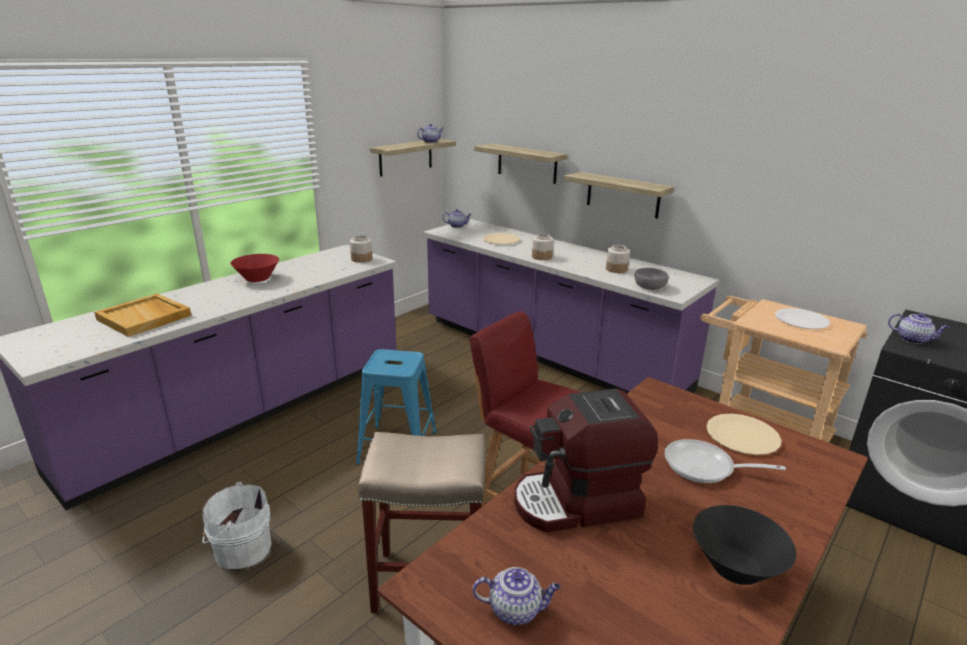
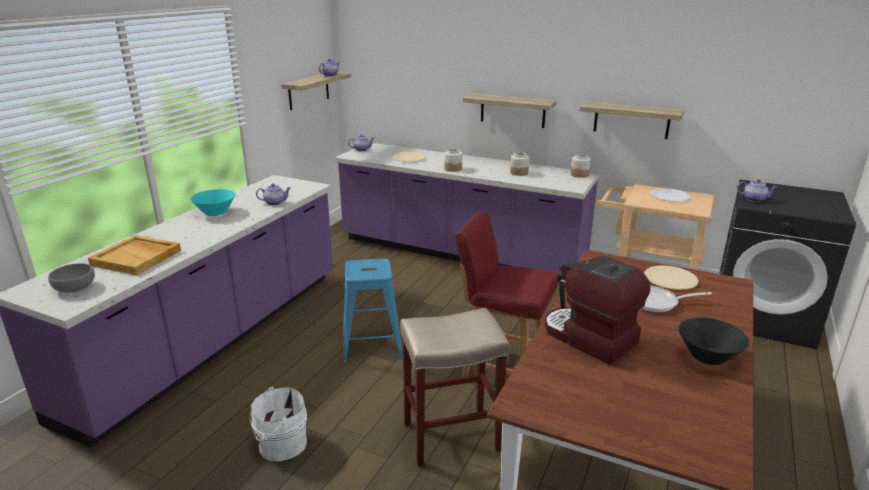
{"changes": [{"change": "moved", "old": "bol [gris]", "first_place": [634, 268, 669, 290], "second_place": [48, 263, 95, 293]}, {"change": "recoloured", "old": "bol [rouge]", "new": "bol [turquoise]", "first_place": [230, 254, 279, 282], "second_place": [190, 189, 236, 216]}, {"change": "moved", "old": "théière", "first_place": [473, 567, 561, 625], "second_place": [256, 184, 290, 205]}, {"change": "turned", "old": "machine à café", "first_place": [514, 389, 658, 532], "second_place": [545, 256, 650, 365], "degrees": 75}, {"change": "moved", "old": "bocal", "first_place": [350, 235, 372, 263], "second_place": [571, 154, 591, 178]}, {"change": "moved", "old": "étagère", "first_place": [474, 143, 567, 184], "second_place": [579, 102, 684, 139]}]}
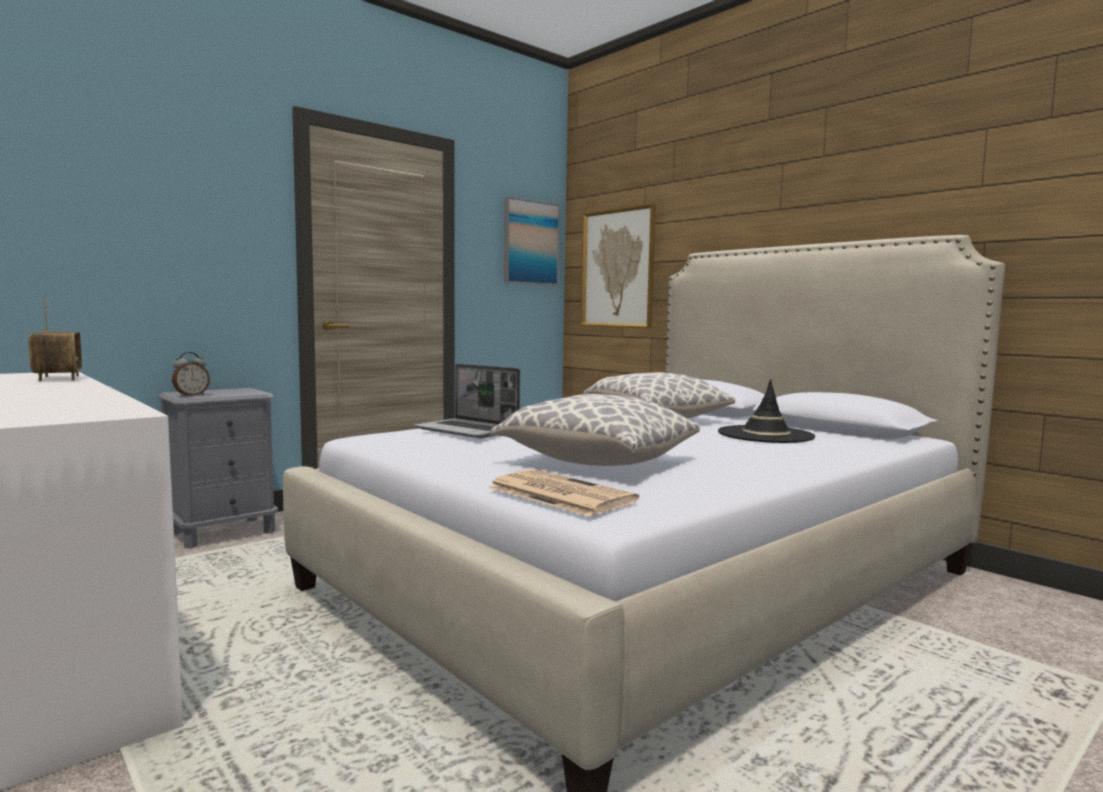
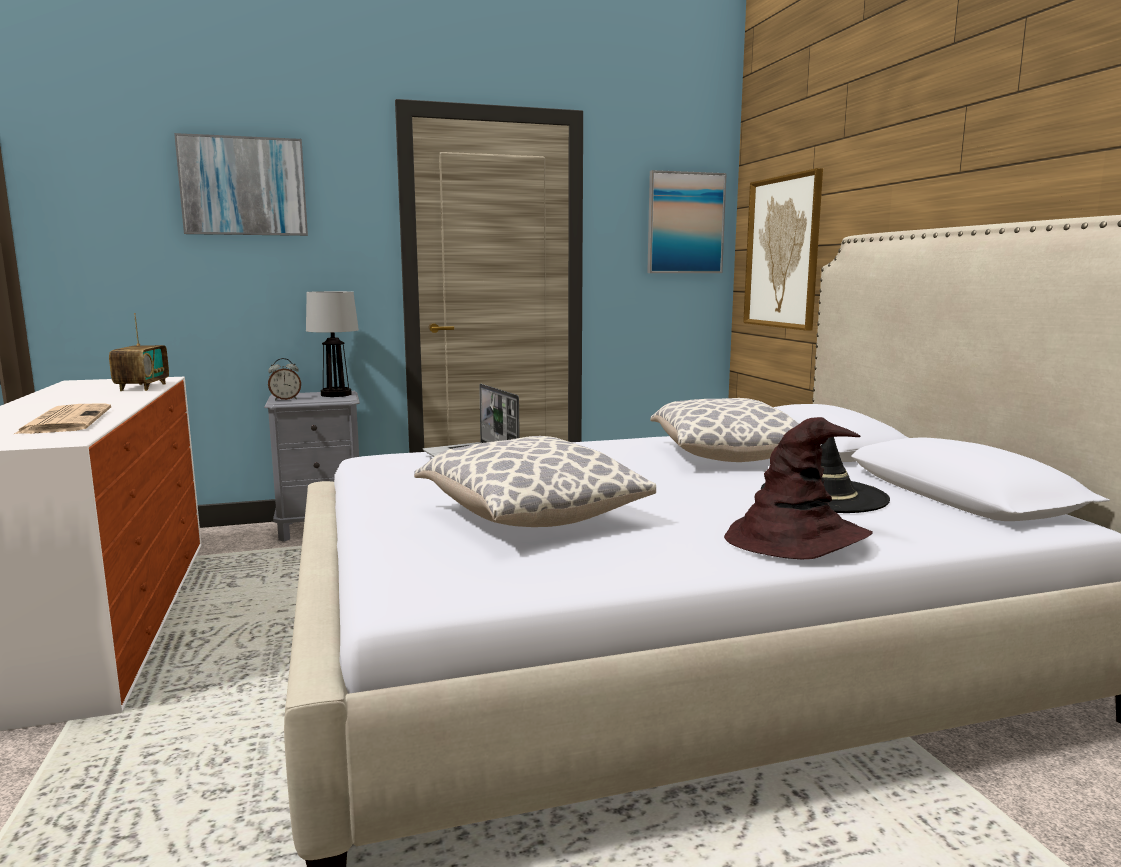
{"changes": [{"change": "moved", "old": "journal", "first_place": [488, 469, 639, 517], "second_place": [14, 403, 111, 434]}, {"change": "added", "new": "tableau", "second_place": [174, 133, 308, 236]}, {"change": "added", "new": "lampe de table", "second_place": [306, 291, 359, 397]}, {"change": "added", "new": "chapeau [marron]", "second_place": [724, 417, 873, 559]}]}
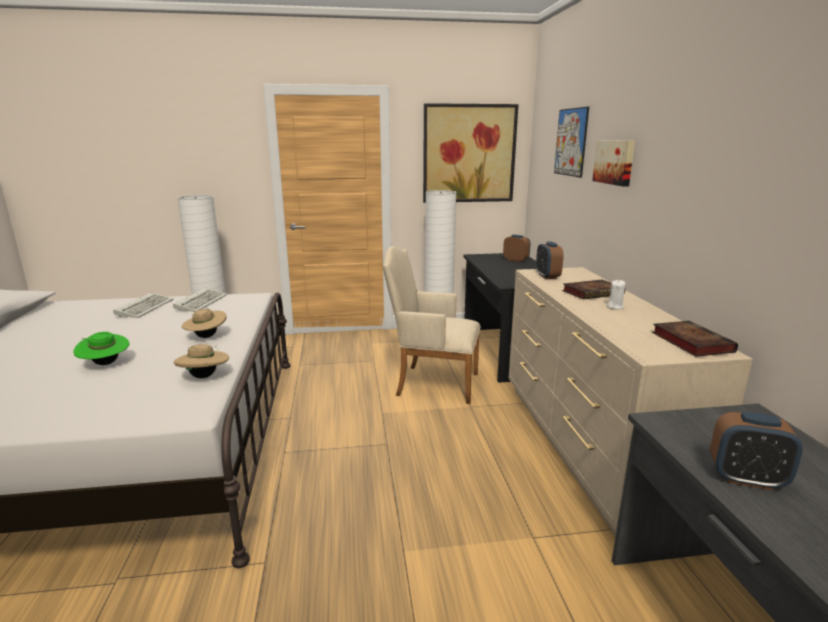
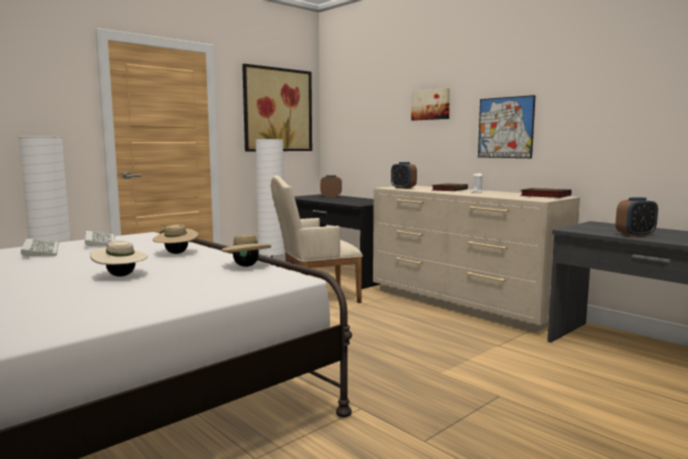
{"changes": [{"change": "recoloured", "old": "chapeau [vert]", "new": "chapeau [beige]", "first_place": [73, 332, 129, 365], "second_place": [90, 241, 148, 277]}, {"change": "moved", "old": "tableau", "first_place": [554, 107, 589, 178], "second_place": [478, 95, 535, 158]}]}
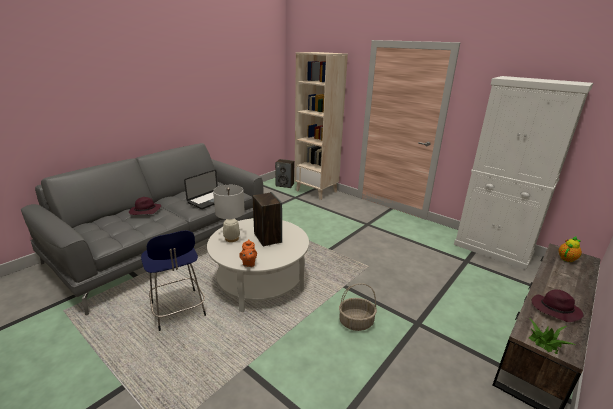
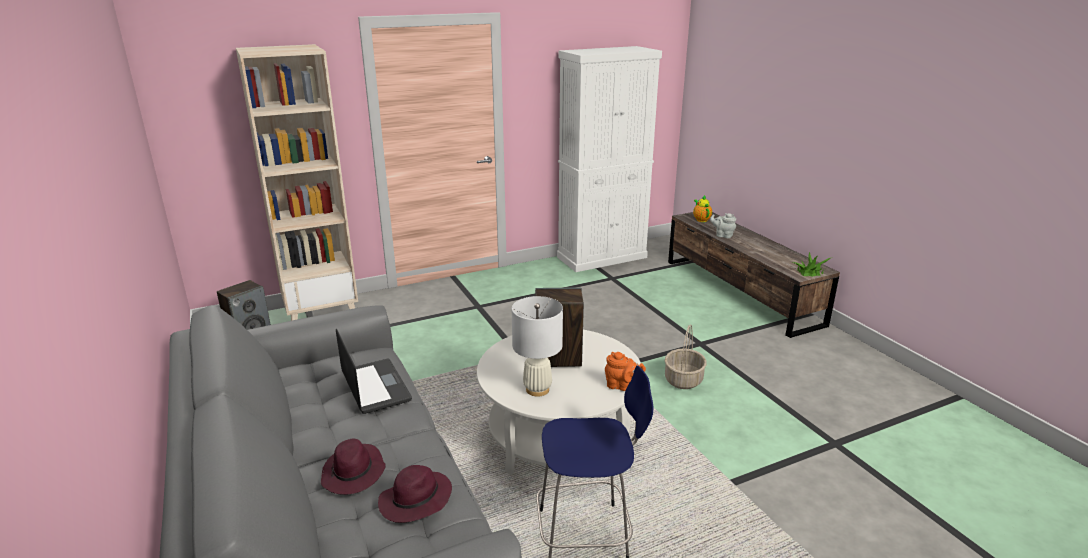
{"changes": [{"change": "moved", "old": "chapeau [violet]", "first_place": [532, 289, 584, 322], "second_place": [378, 465, 452, 523]}, {"change": "added", "new": "théière [gris]", "second_place": [710, 213, 736, 238]}]}
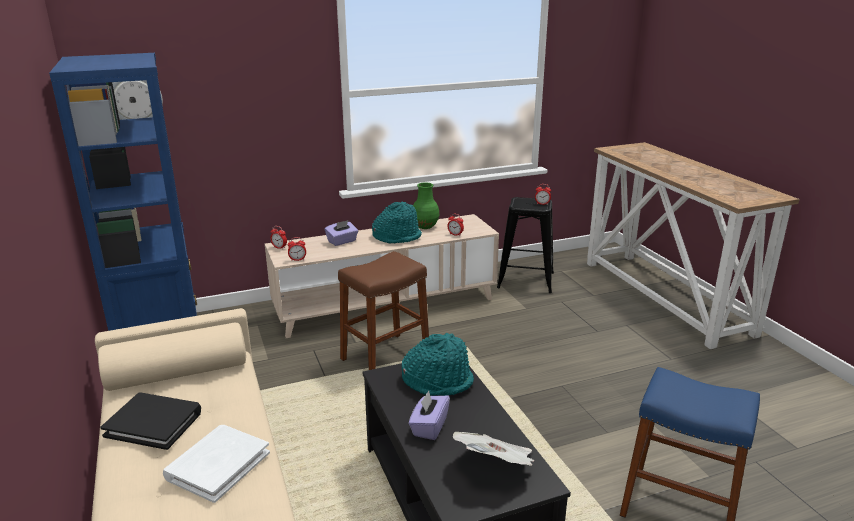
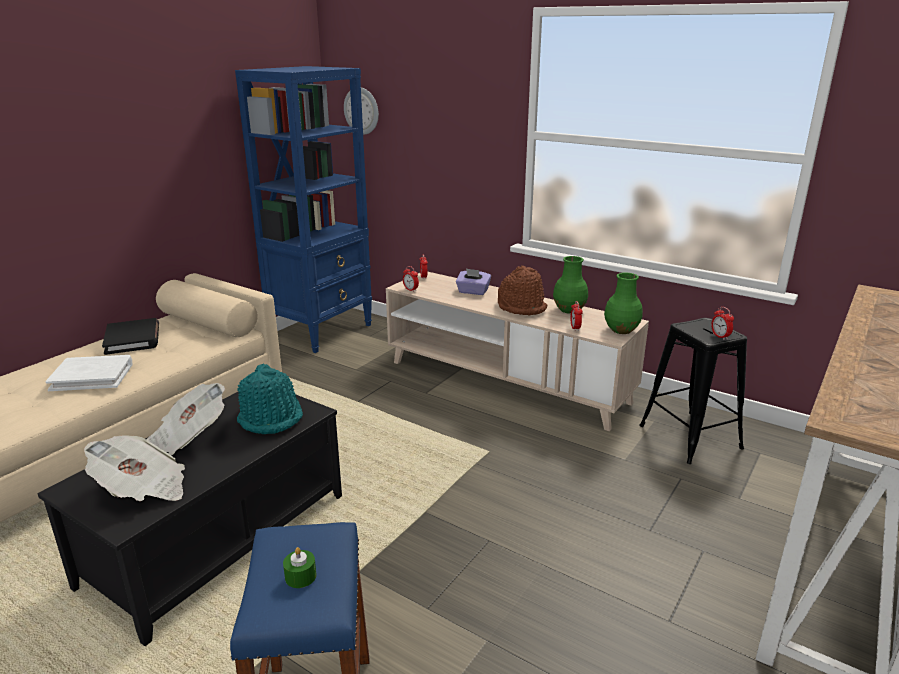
{"changes": [{"change": "replaced", "old": "boîte à mouchoirs [violet]", "new": "journal", "first_place": [409, 390, 450, 440], "second_place": [146, 383, 225, 456]}, {"change": "added", "new": "bougie [vert]", "second_place": [283, 547, 316, 588]}, {"change": "recoloured", "old": "chapeau [turquoise]", "new": "chapeau [marron]", "first_place": [372, 202, 422, 243], "second_place": [498, 265, 548, 315]}, {"change": "added", "new": "vase [vert]", "second_place": [604, 273, 643, 334]}, {"change": "removed", "old": "tabouret [marron]", "first_place": [338, 251, 429, 370]}]}
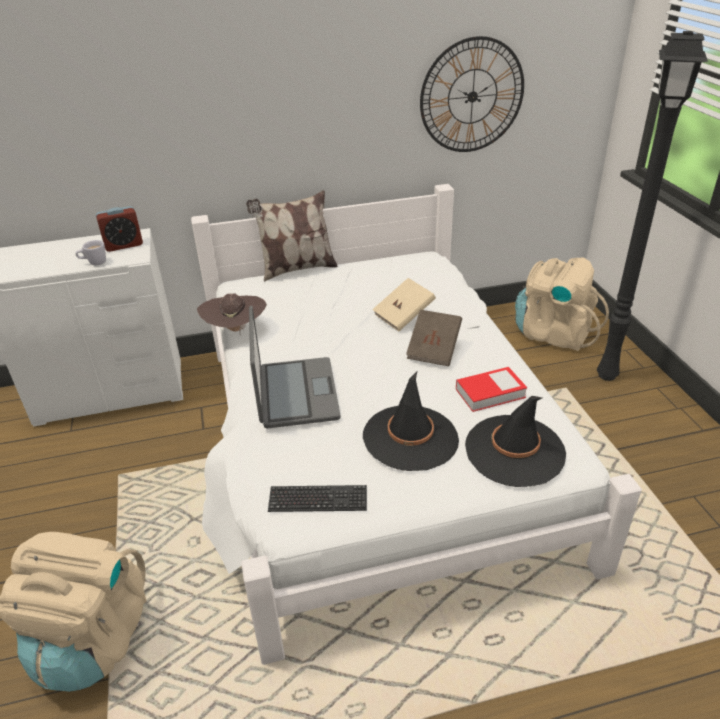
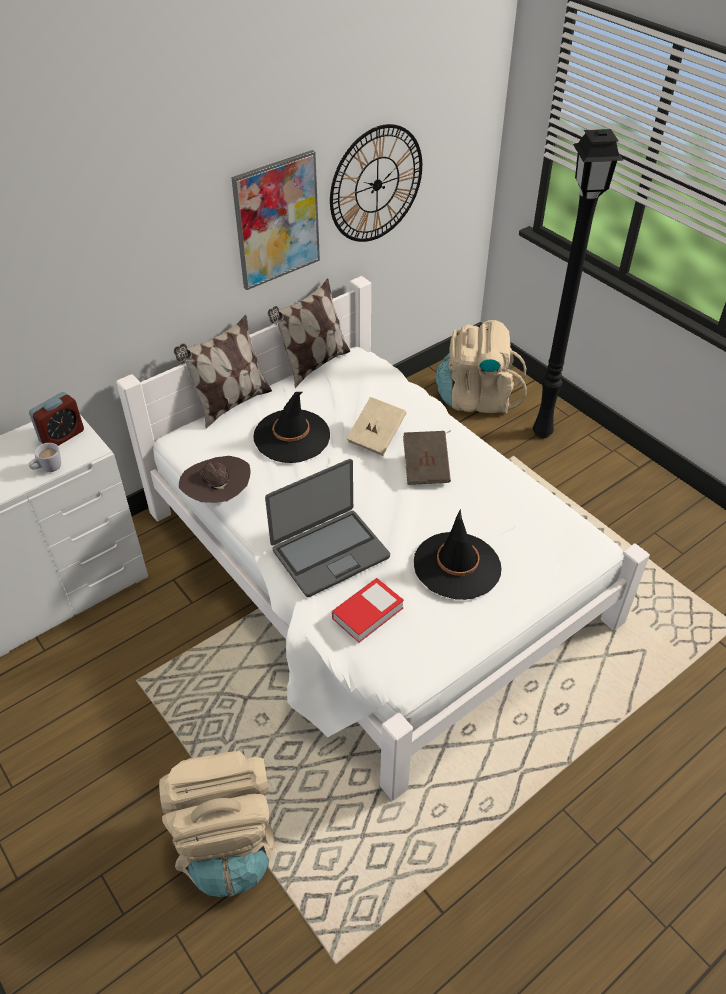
{"changes": [{"change": "added", "new": "tableau", "second_place": [231, 150, 320, 290]}, {"change": "moved", "old": "chapeau [noir]", "first_place": [465, 396, 566, 487], "second_place": [253, 392, 330, 463]}, {"change": "turned", "old": "ordinateur portable", "first_place": [249, 305, 341, 428], "second_place": [265, 459, 390, 597], "degrees": 90}, {"change": "added", "new": "coussin", "second_place": [268, 278, 350, 388]}, {"change": "moved", "old": "livre", "first_place": [456, 367, 527, 412], "second_place": [332, 578, 404, 643]}, {"change": "removed", "old": "clavier", "first_place": [268, 485, 367, 512]}]}
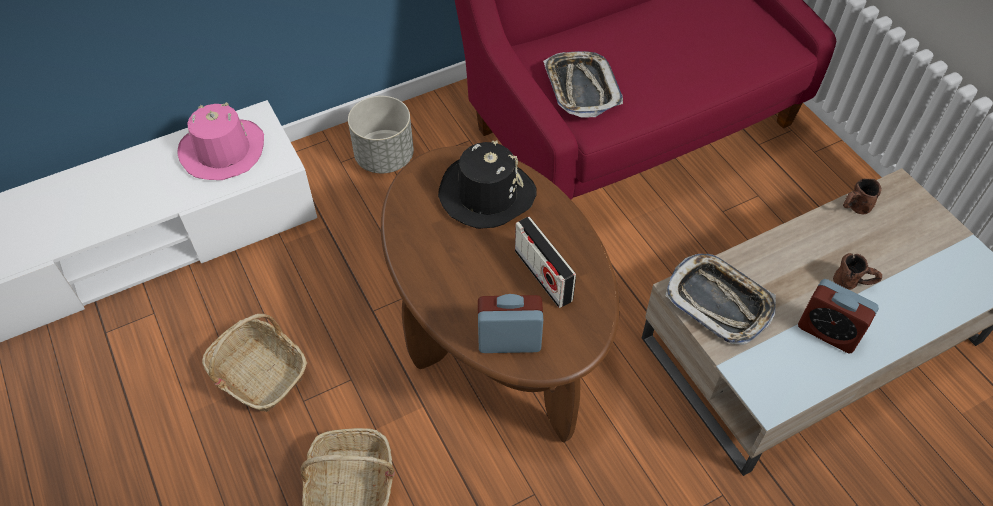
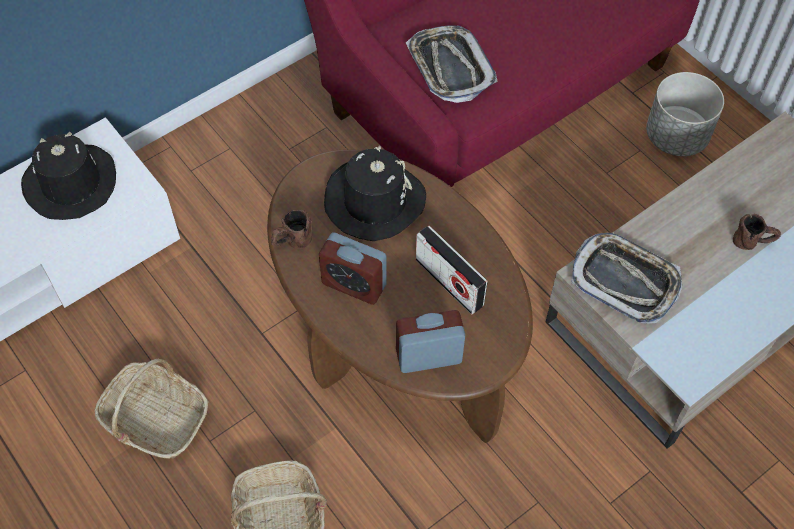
{"changes": [{"change": "recoloured", "old": "chapeau [rose]", "new": "chapeau [noir]", "first_place": [177, 102, 264, 180], "second_place": [21, 132, 116, 220]}, {"change": "moved", "old": "mug [marron]", "first_place": [843, 178, 882, 214], "second_place": [271, 210, 312, 249]}, {"change": "moved", "old": "réveil", "first_place": [798, 279, 879, 354], "second_place": [319, 232, 387, 305]}, {"change": "moved", "old": "cache-pot [gris]", "first_place": [348, 96, 414, 173], "second_place": [646, 72, 724, 156]}]}
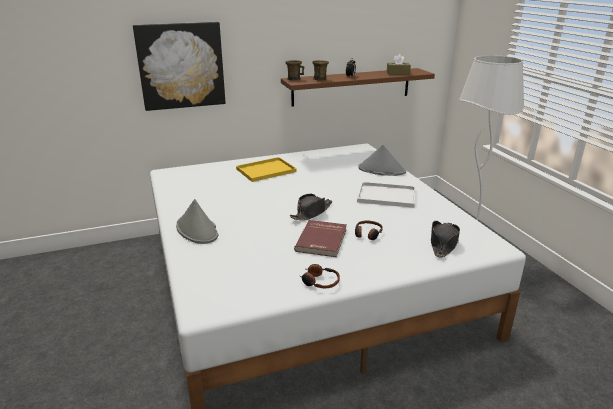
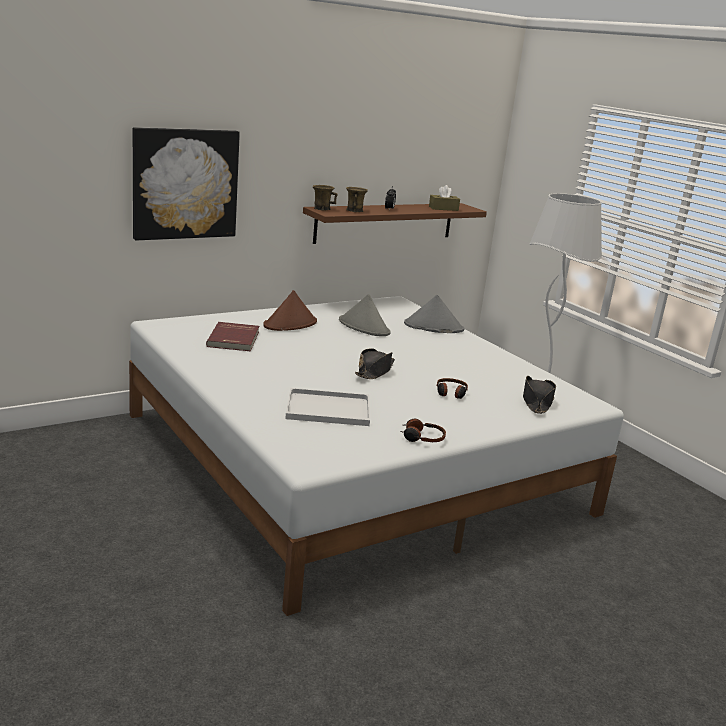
{"changes": [{"change": "moved", "old": "livre [rouge]", "first_place": [294, 220, 347, 257], "second_place": [206, 322, 259, 351]}, {"change": "replaced", "old": "plateau [jaune]", "new": "chapeau [marron]", "first_place": [236, 157, 297, 182], "second_place": [263, 290, 317, 331]}, {"change": "moved", "old": "plateau [blanc]", "first_place": [357, 182, 415, 208], "second_place": [285, 388, 370, 426]}, {"change": "moved", "old": "chapeau [gris]", "first_place": [176, 199, 219, 244], "second_place": [339, 294, 391, 336]}]}
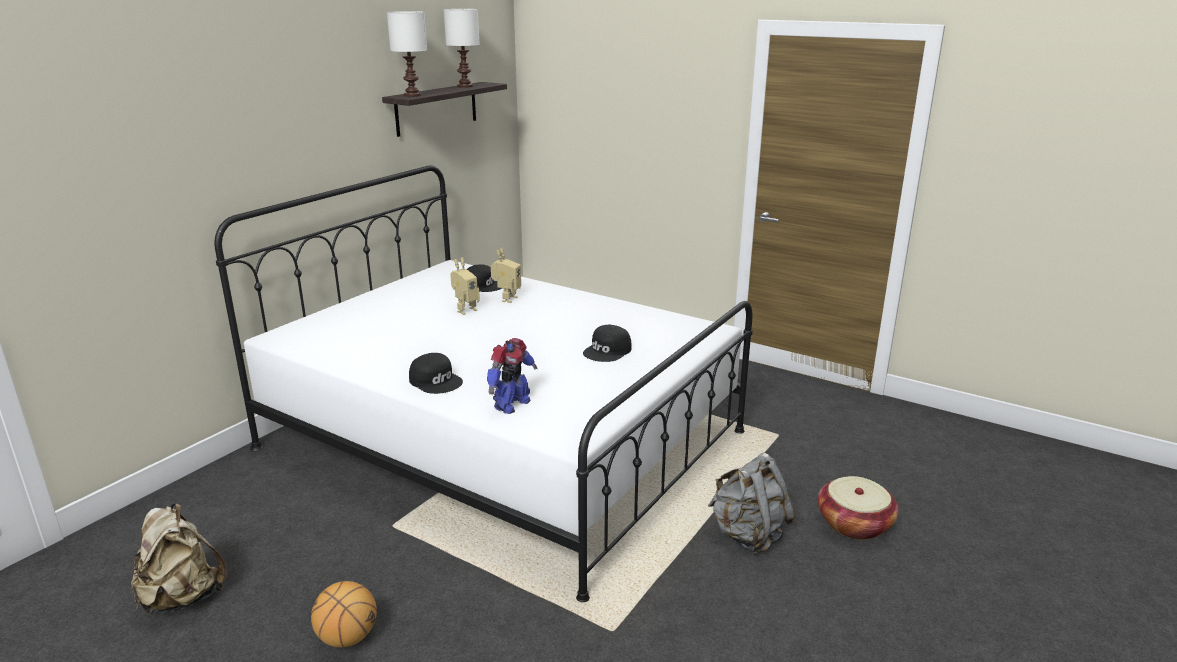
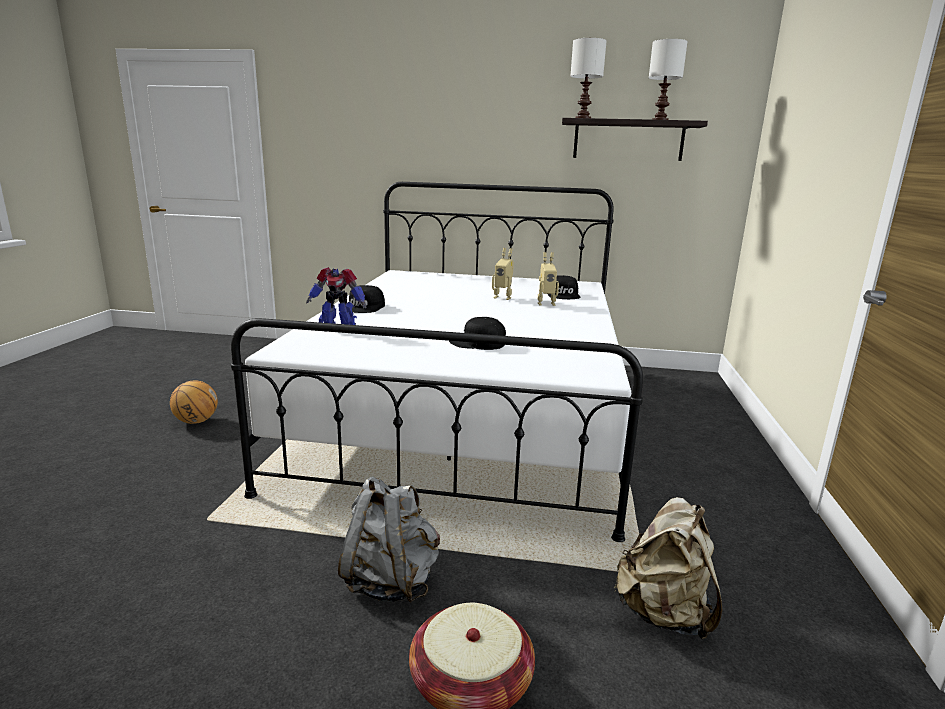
{"changes": [{"change": "moved", "old": "sac à dos [beige]", "first_place": [131, 504, 227, 614], "second_place": [614, 497, 722, 640]}]}
